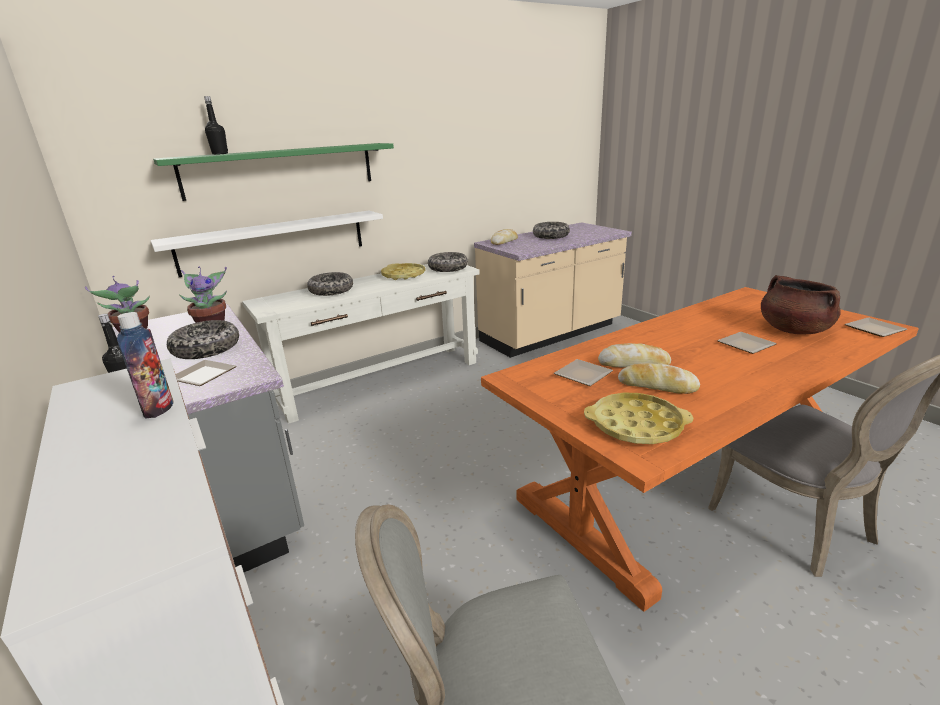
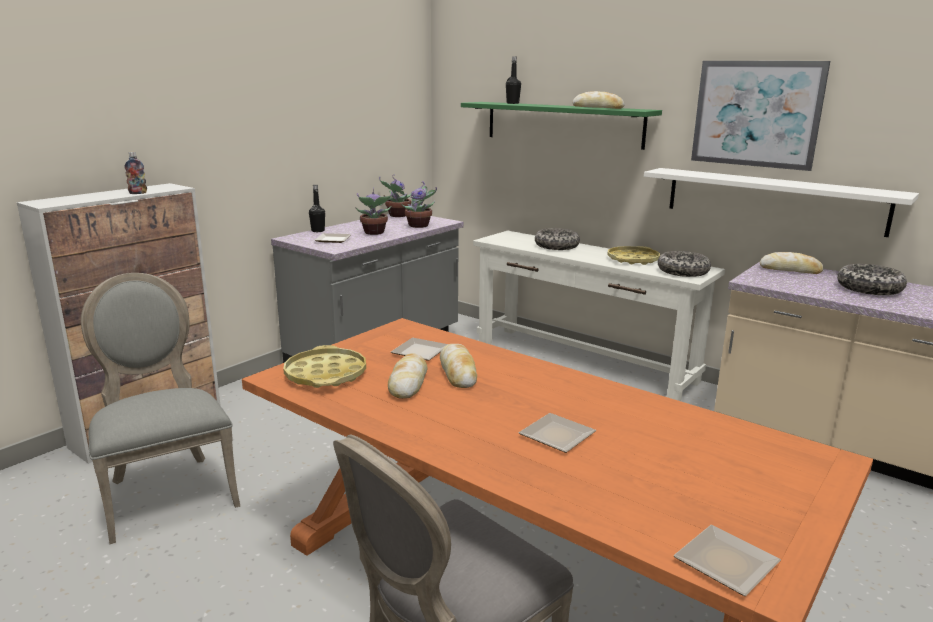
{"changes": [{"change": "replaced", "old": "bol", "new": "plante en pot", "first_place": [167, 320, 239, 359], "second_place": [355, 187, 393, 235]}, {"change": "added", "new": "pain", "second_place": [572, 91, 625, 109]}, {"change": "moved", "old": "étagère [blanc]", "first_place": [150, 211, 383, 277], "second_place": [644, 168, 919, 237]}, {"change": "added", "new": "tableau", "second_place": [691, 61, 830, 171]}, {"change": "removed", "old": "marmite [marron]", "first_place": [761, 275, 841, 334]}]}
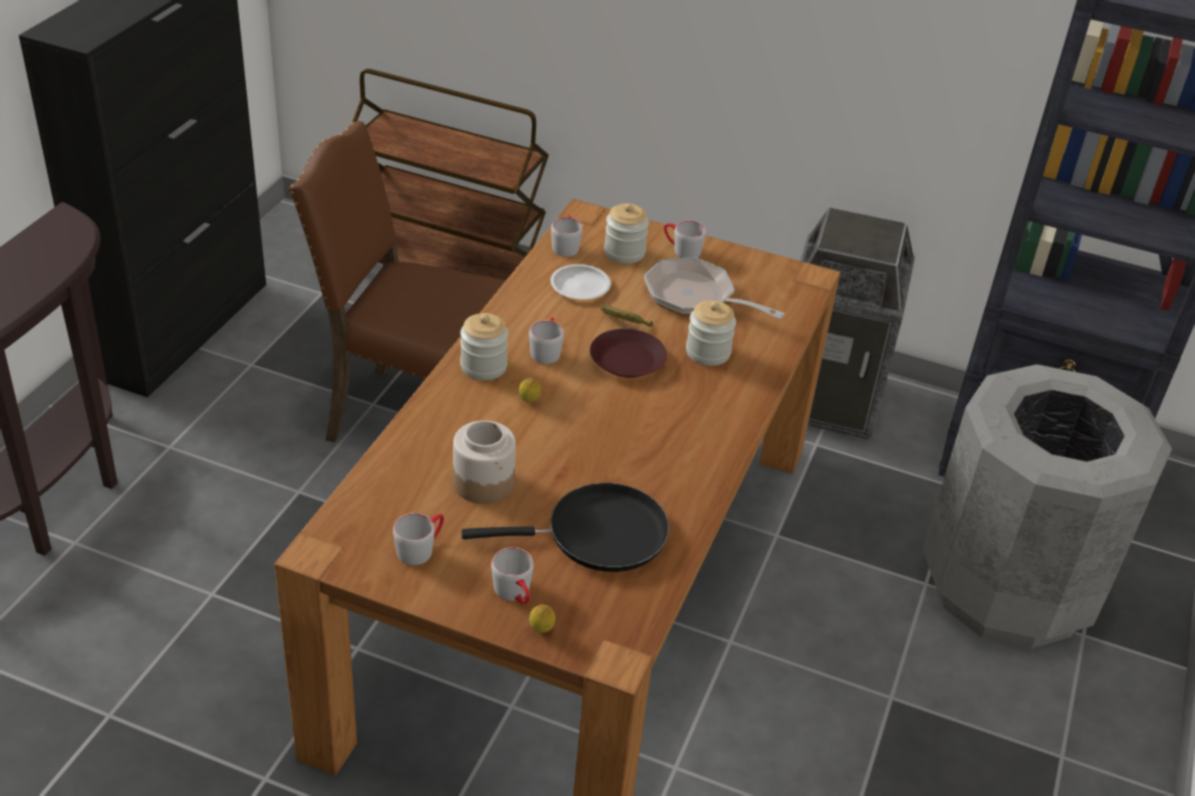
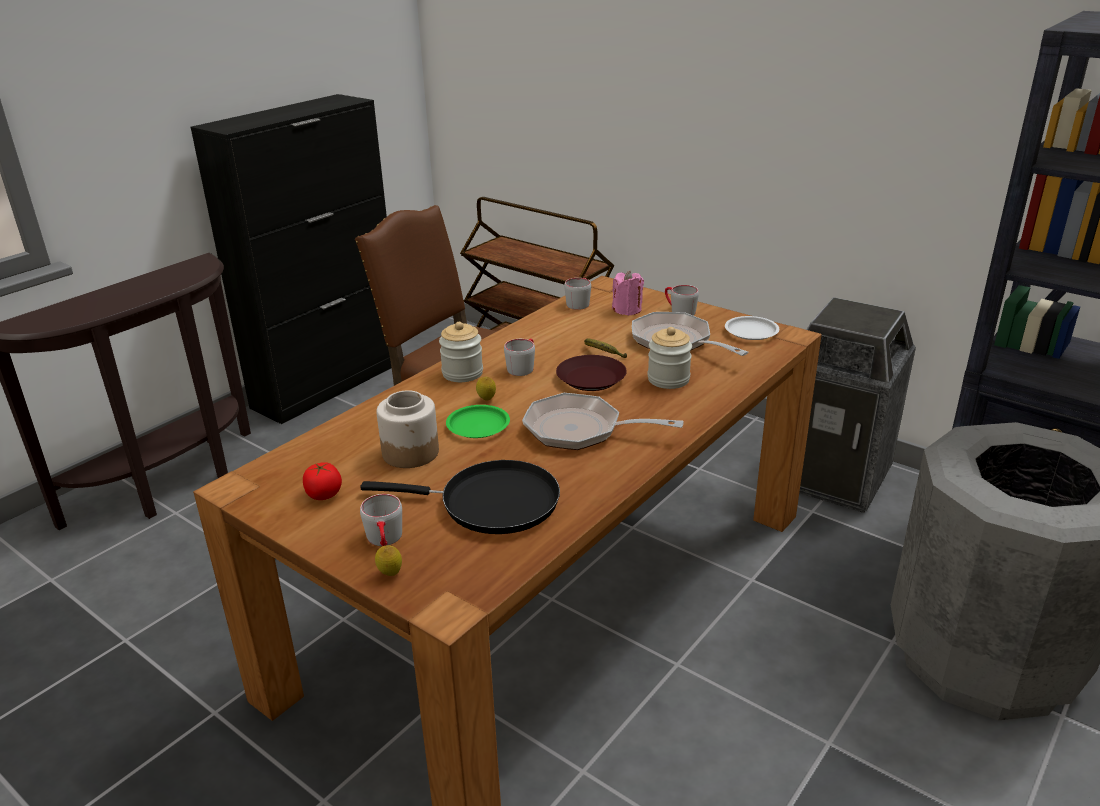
{"changes": [{"change": "replaced", "old": "mug [gris]", "new": "tomate", "first_place": [393, 513, 444, 565], "second_place": [303, 462, 342, 500]}, {"change": "added", "new": "assiette [vert]", "second_place": [446, 405, 510, 438]}, {"change": "added", "new": "poêle", "second_place": [522, 393, 684, 450]}, {"change": "replaced", "old": "bocal", "new": "bougie [rose]", "first_place": [604, 203, 649, 264], "second_place": [612, 270, 644, 316]}, {"change": "moved", "old": "assiette [blanc]", "first_place": [551, 264, 611, 300], "second_place": [725, 316, 779, 340]}]}
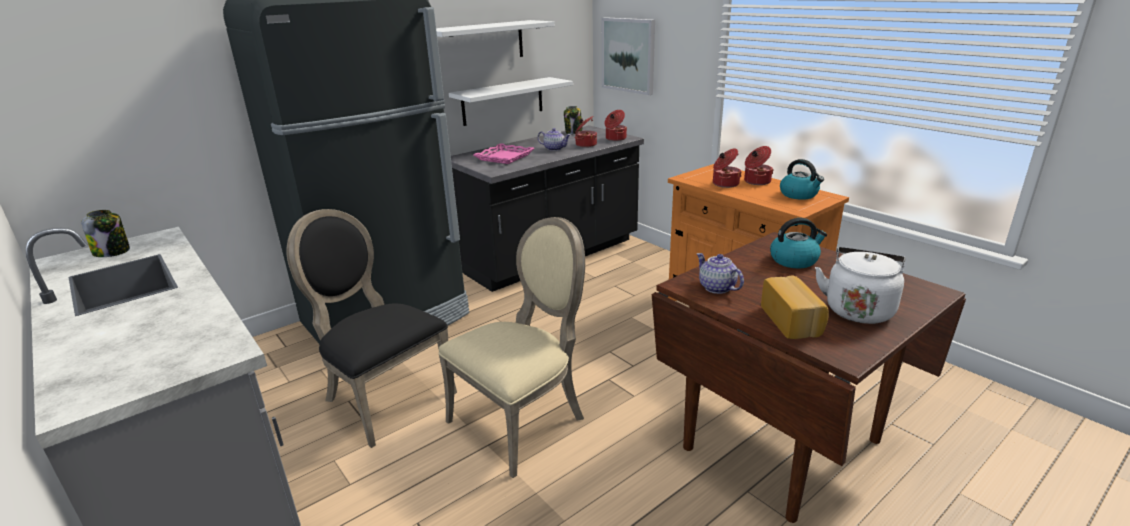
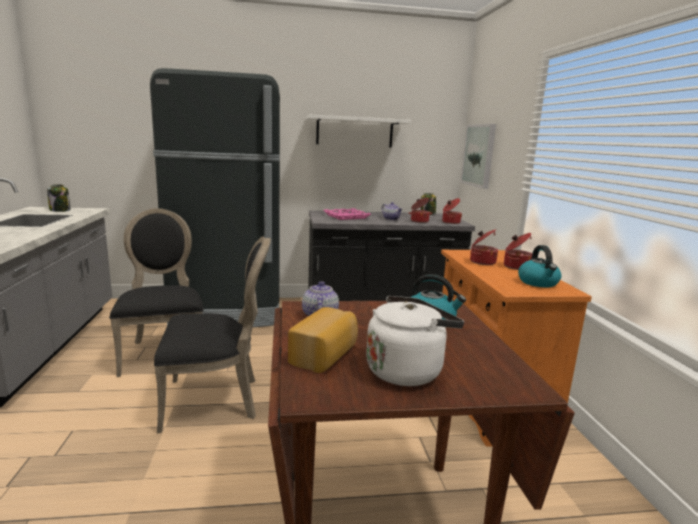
{"changes": [{"change": "recoloured", "old": "chaise [beige]", "new": "chaise [noir]", "first_place": [438, 217, 585, 478], "second_place": [154, 237, 271, 433]}, {"change": "removed", "old": "étagère [blanc]", "first_place": [449, 77, 573, 126]}]}
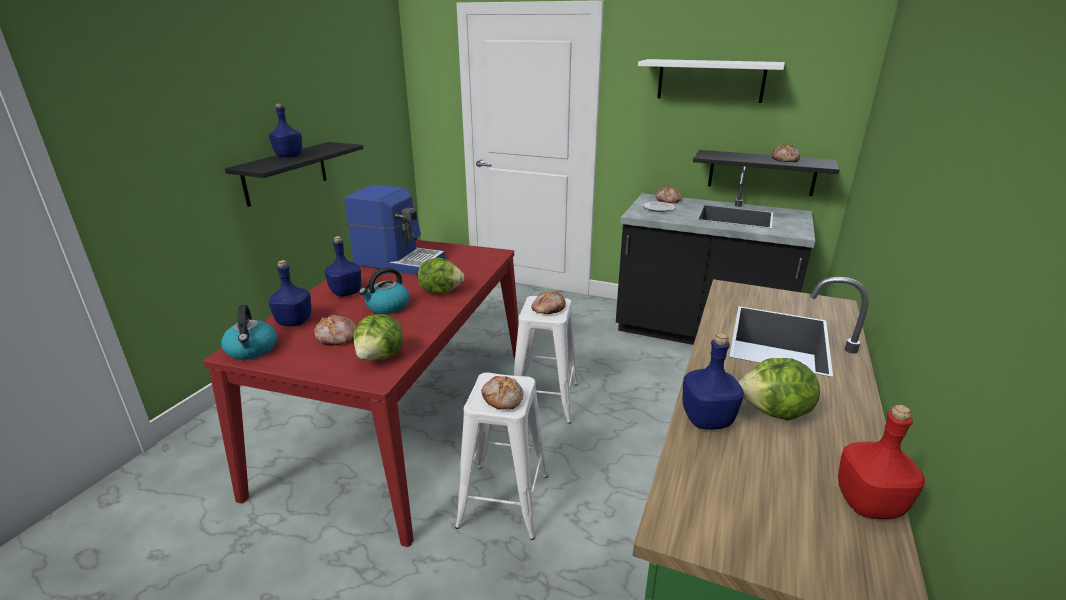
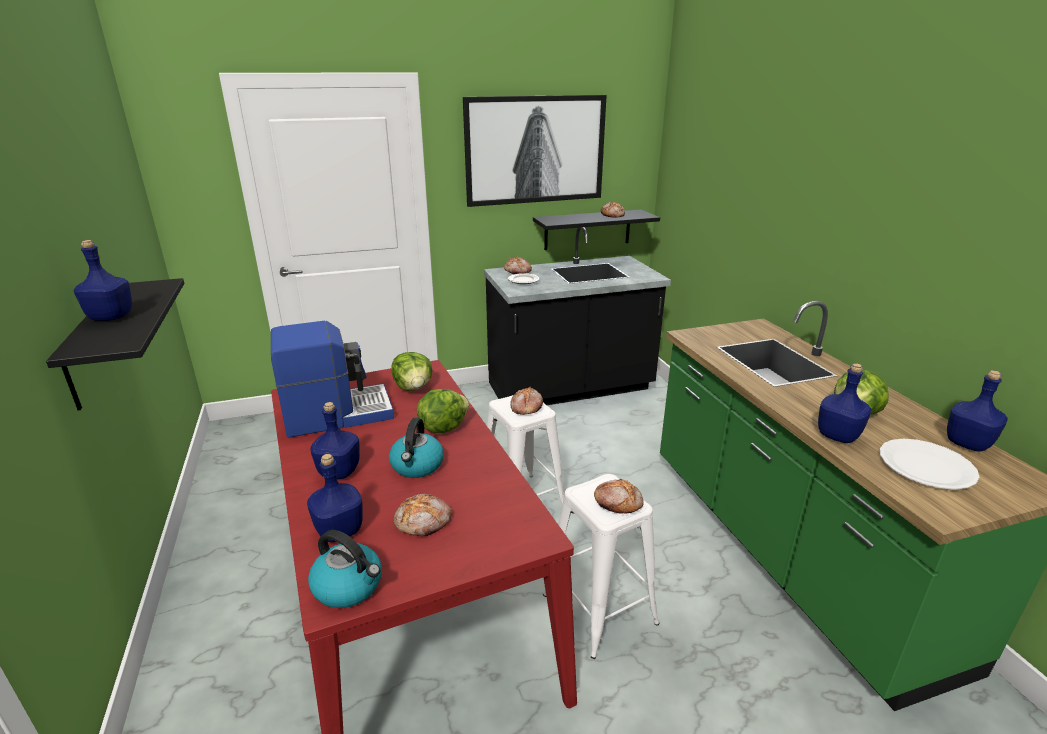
{"changes": [{"change": "moved", "old": "laitue", "first_place": [354, 314, 403, 361], "second_place": [391, 352, 432, 391]}, {"change": "replaced", "old": "étagère [blanc]", "new": "tableau", "first_place": [638, 59, 785, 103], "second_place": [463, 95, 607, 207]}, {"change": "added", "new": "assiette [blanc]", "second_place": [880, 439, 979, 490]}, {"change": "recoloured", "old": "bouteille [rouge]", "new": "bouteille [bleu]", "first_place": [838, 405, 925, 519], "second_place": [947, 370, 1008, 452]}]}
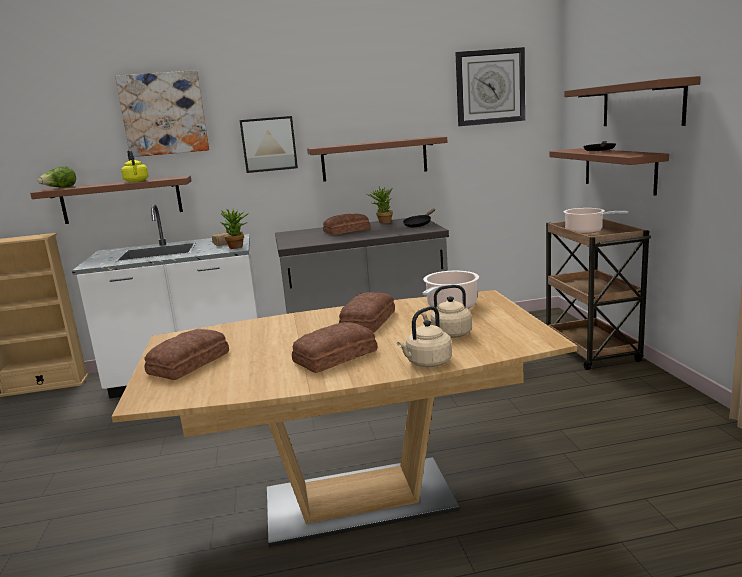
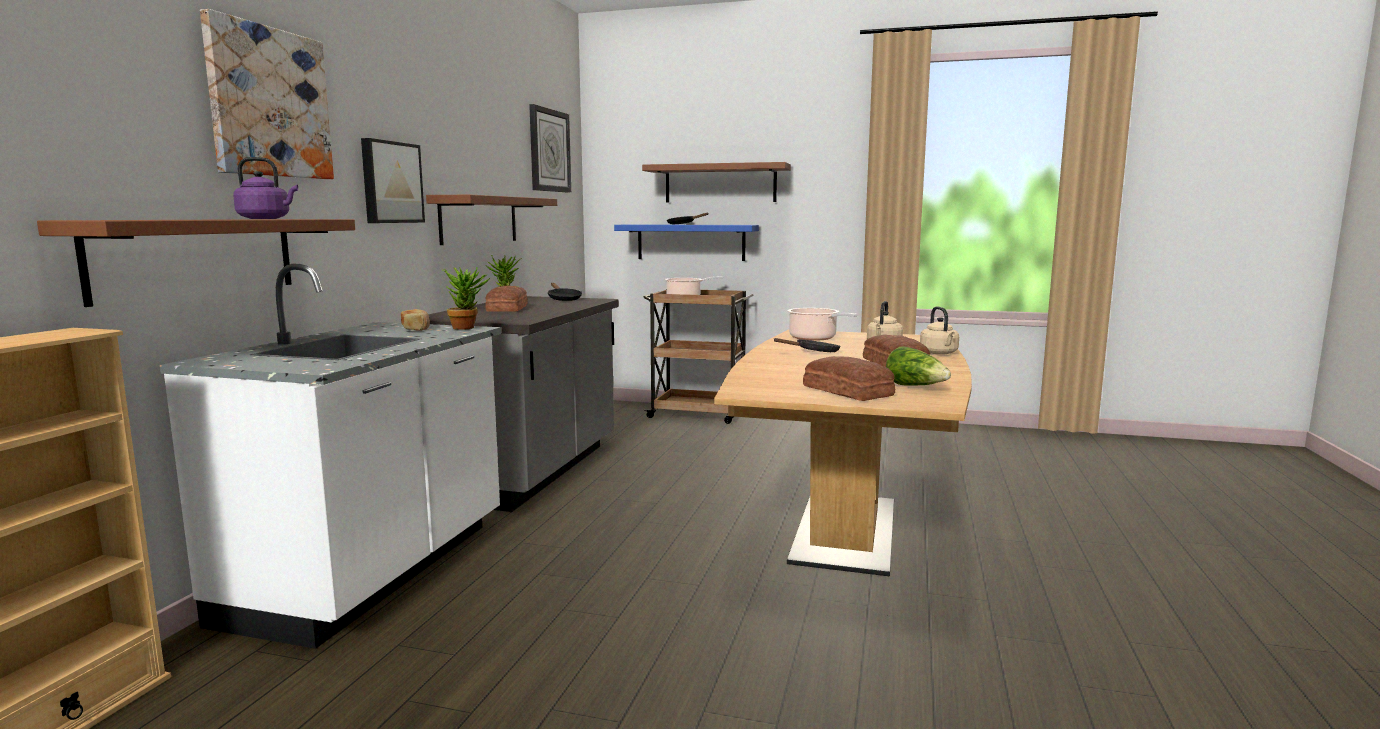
{"changes": [{"change": "recoloured", "old": "bouilloire [jaune]", "new": "bouilloire [violet]", "first_place": [121, 150, 149, 182], "second_place": [233, 157, 298, 219]}, {"change": "recoloured", "old": "étagère [marron]", "new": "étagère [bleu]", "first_place": [549, 148, 669, 196], "second_place": [614, 224, 759, 261]}, {"change": "replaced", "old": "pain", "new": "poêle [noir]", "first_place": [339, 292, 395, 333], "second_place": [774, 338, 841, 352]}, {"change": "moved", "old": "laitue", "first_place": [38, 166, 76, 188], "second_place": [886, 346, 951, 386]}]}
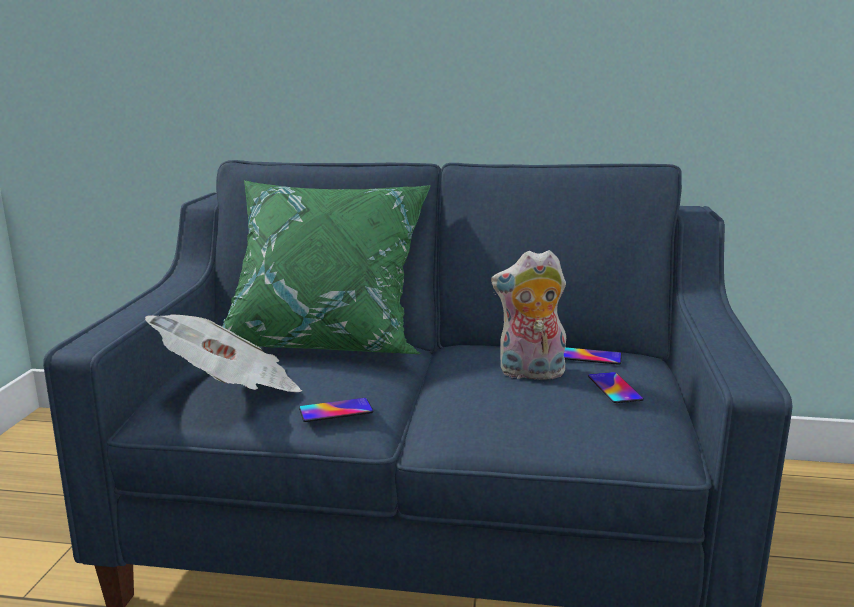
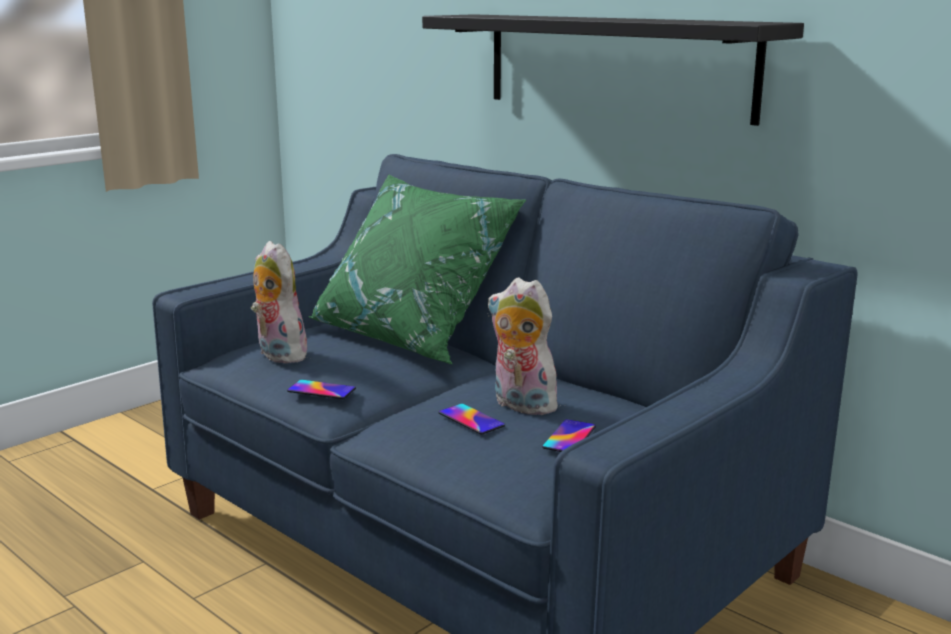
{"changes": [{"change": "replaced", "old": "journal", "new": "peluche", "first_place": [145, 315, 303, 392], "second_place": [251, 241, 307, 364]}, {"change": "added", "new": "étagère [noir]", "second_place": [422, 14, 804, 126]}, {"change": "moved", "old": "téléphone", "first_place": [564, 347, 622, 365], "second_place": [439, 404, 505, 435]}]}
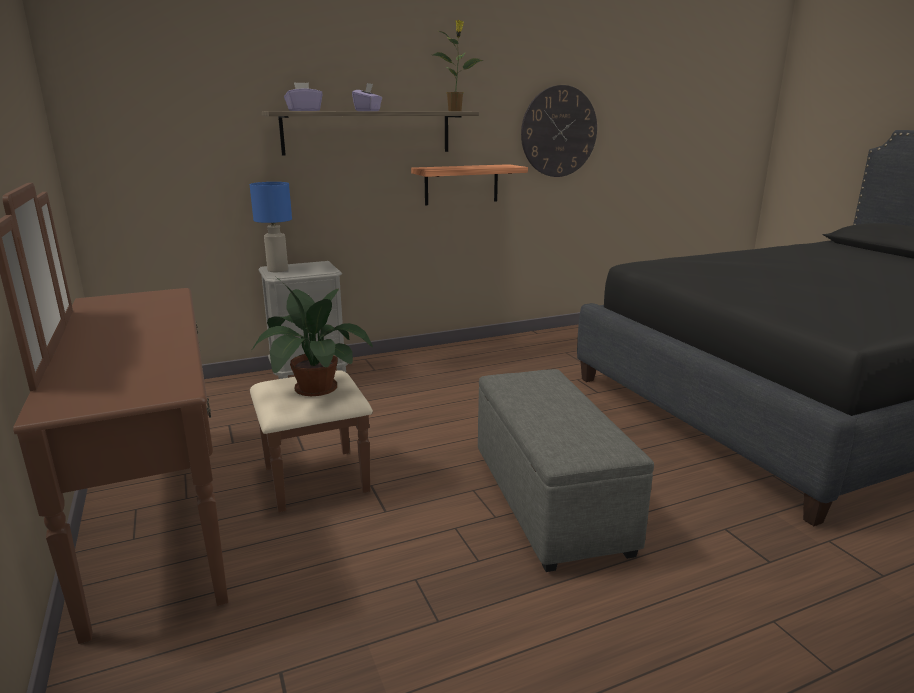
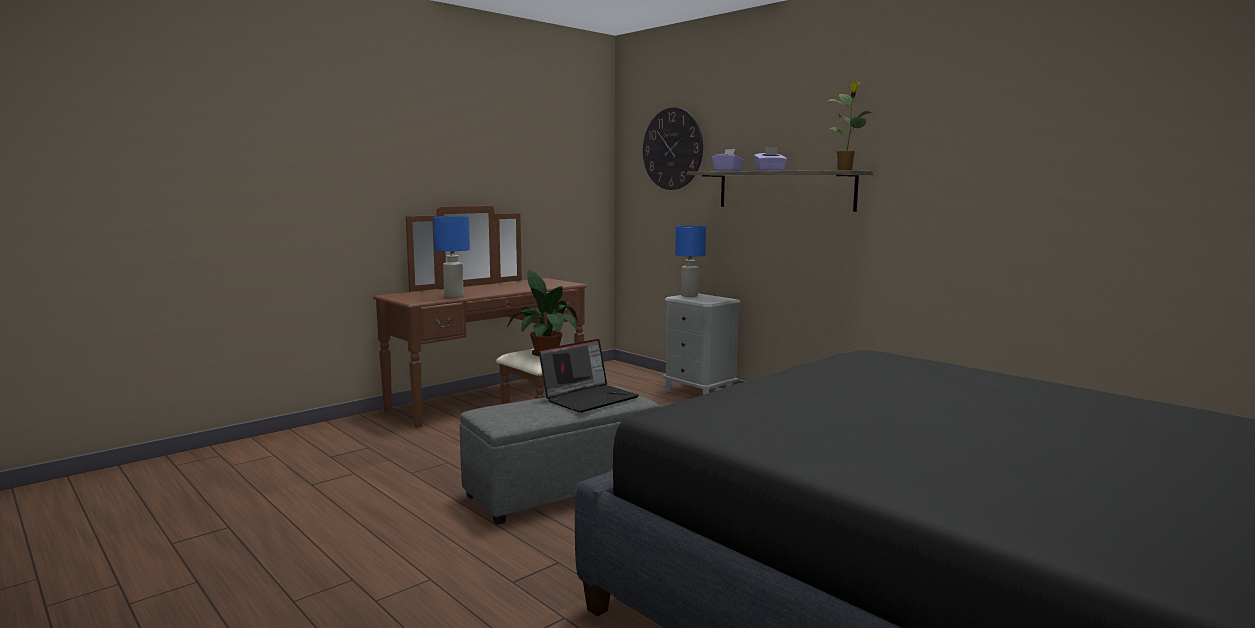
{"changes": [{"change": "added", "new": "lampe de table [bleu]", "second_place": [433, 216, 470, 298]}, {"change": "added", "new": "ordinateur portable", "second_place": [539, 339, 639, 413]}, {"change": "moved", "old": "horloge murale", "first_place": [521, 85, 597, 177], "second_place": [643, 107, 703, 190]}, {"change": "removed", "old": "étagère", "first_place": [411, 164, 528, 205]}]}
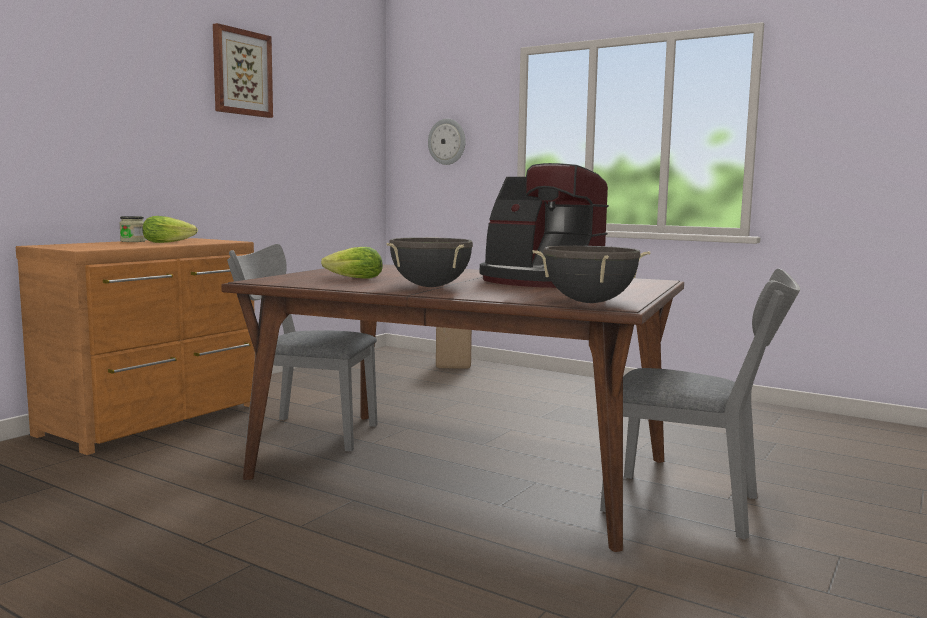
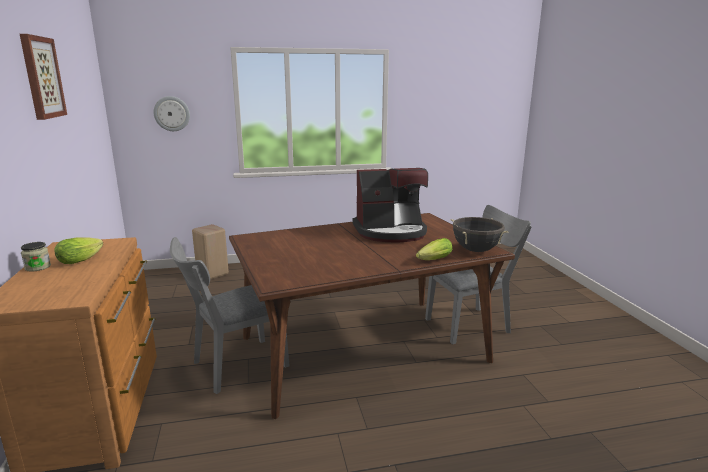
{"changes": [{"change": "moved", "old": "laitue", "first_place": [321, 247, 383, 279], "second_place": [416, 238, 452, 260]}, {"change": "removed", "old": "marmite [noir]", "first_place": [386, 237, 473, 287]}]}
